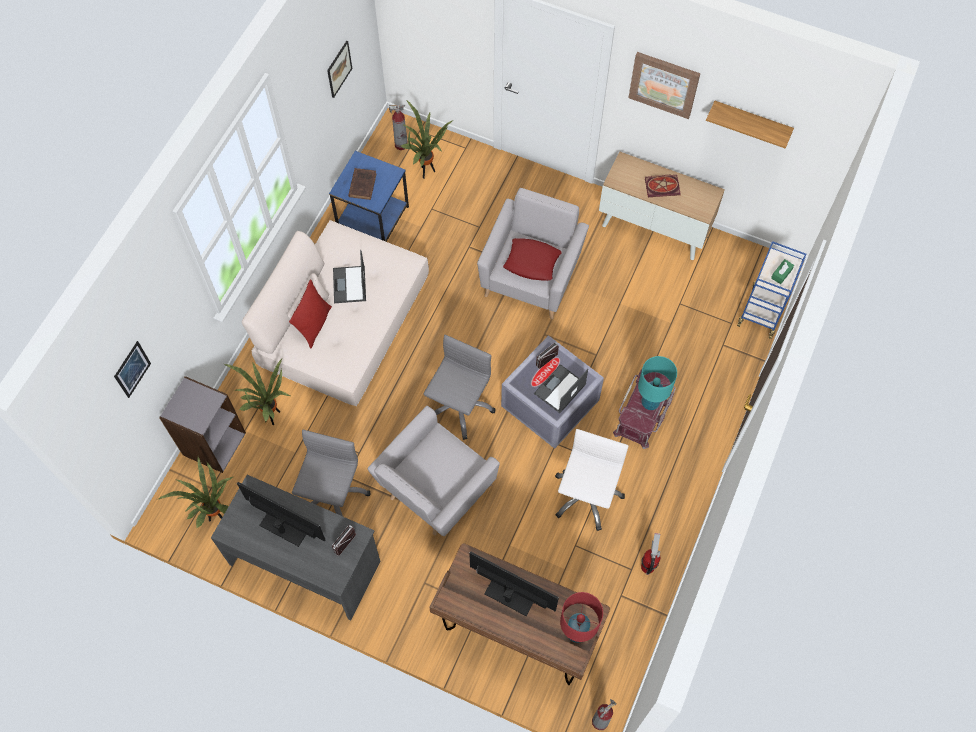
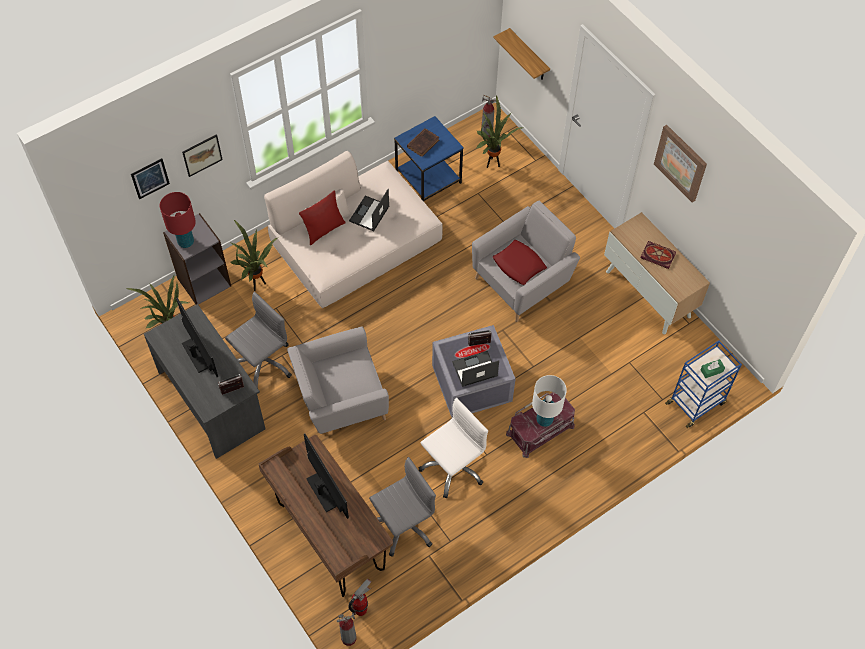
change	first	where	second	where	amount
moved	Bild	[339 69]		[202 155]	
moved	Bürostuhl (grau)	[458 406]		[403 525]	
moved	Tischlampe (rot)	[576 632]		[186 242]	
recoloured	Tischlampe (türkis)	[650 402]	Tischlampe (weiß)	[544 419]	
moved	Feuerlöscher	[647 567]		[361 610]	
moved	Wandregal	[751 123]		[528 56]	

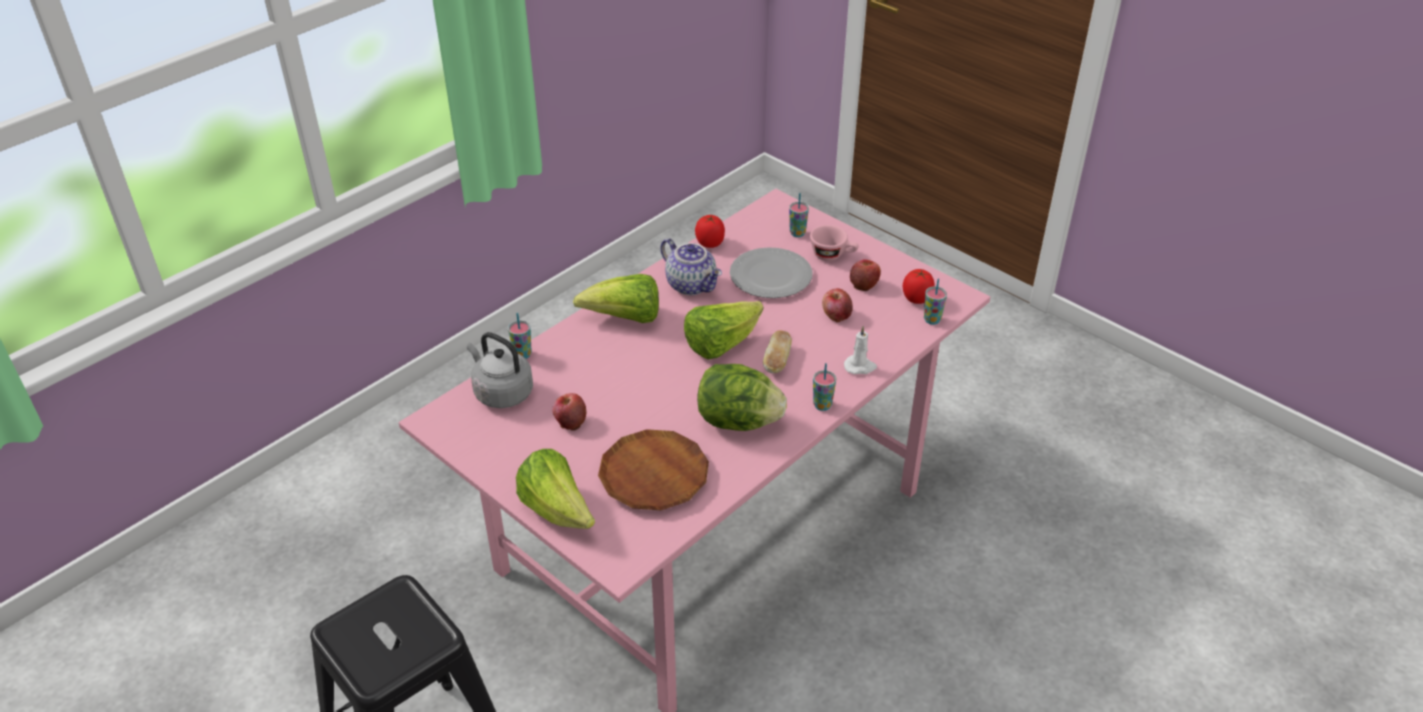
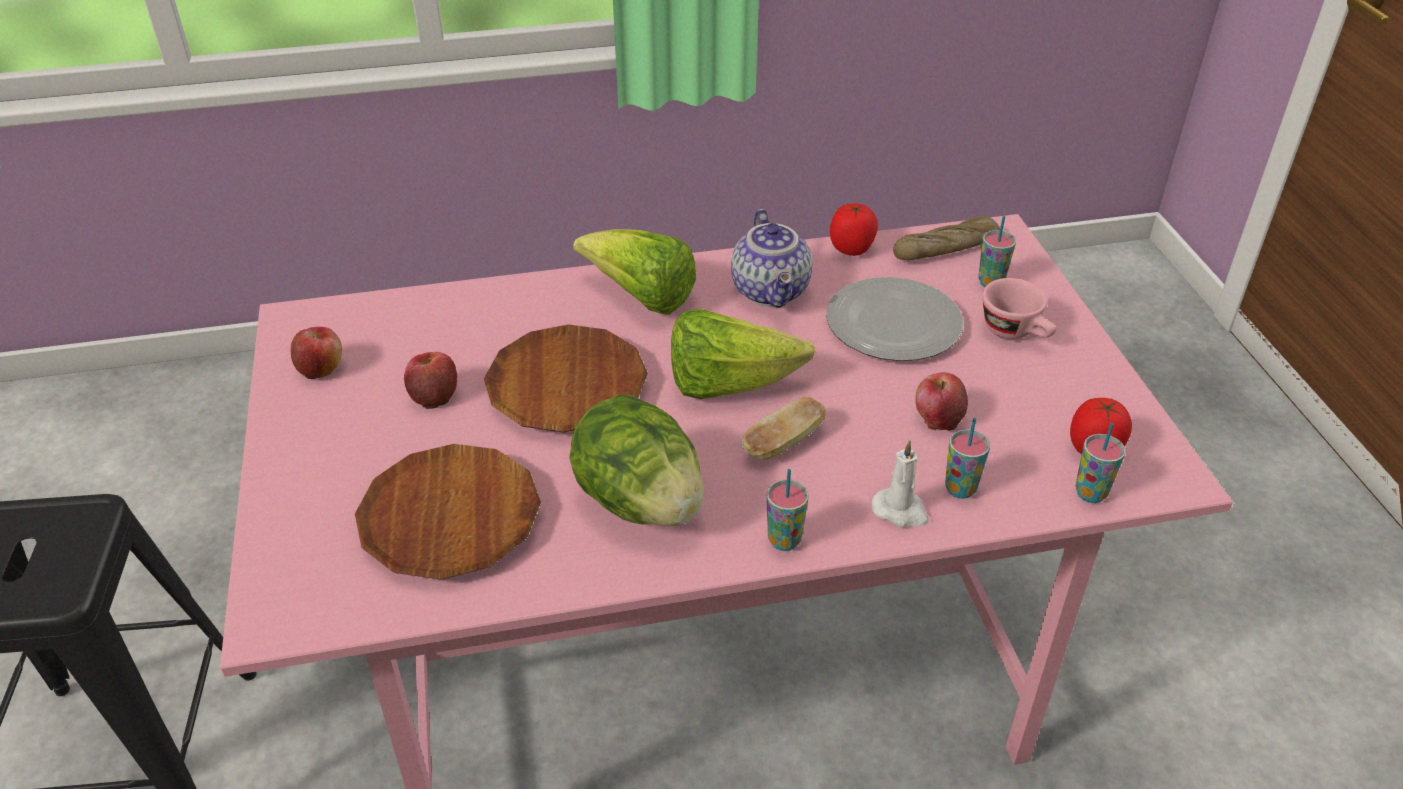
change	first	where	second	where	amount
removed	Wasserkessel (grau)	[501 392]			
moved	Tasse	[522 354]		[960 489]	
removed	Salatkopf	[557 510]			
moved	Apfel	[864 284]		[321 368]	
added			Teller (braun)	[567 387]	
added			Brot	[946 248]	

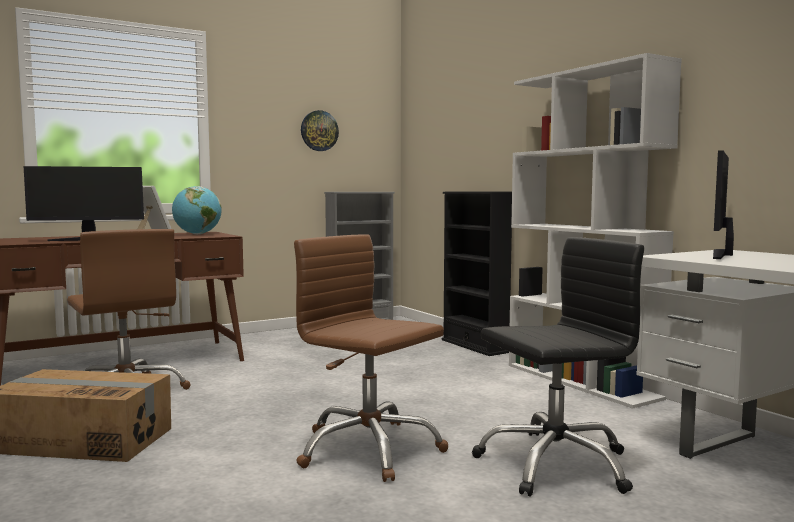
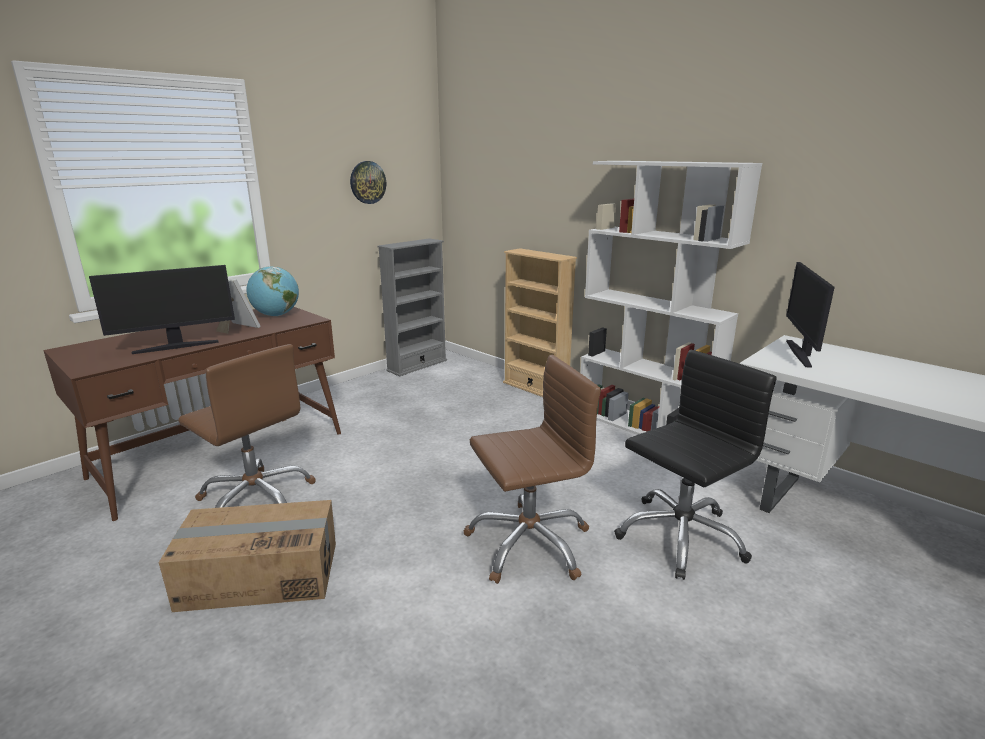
change	first	where	second	where	amount
turned	Bürostuhl (braun)	[368 449]		[528 543]	135 degrees clockwise
recoloured	Bücherregal (schwarz)	[474 346]	Bücherregal (beige)	[535 388]	

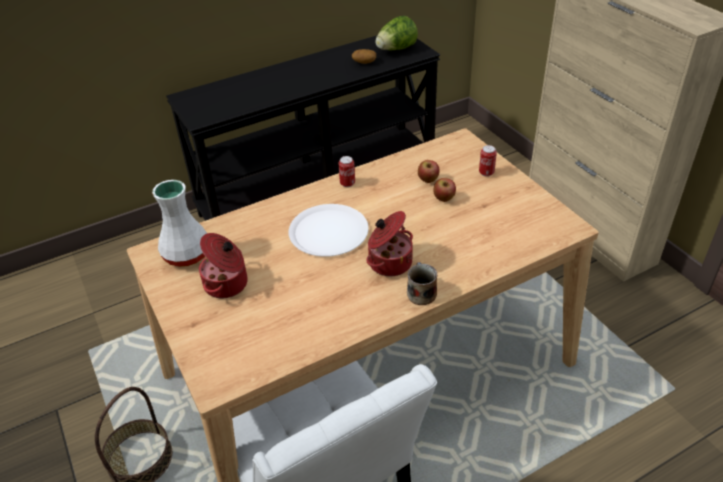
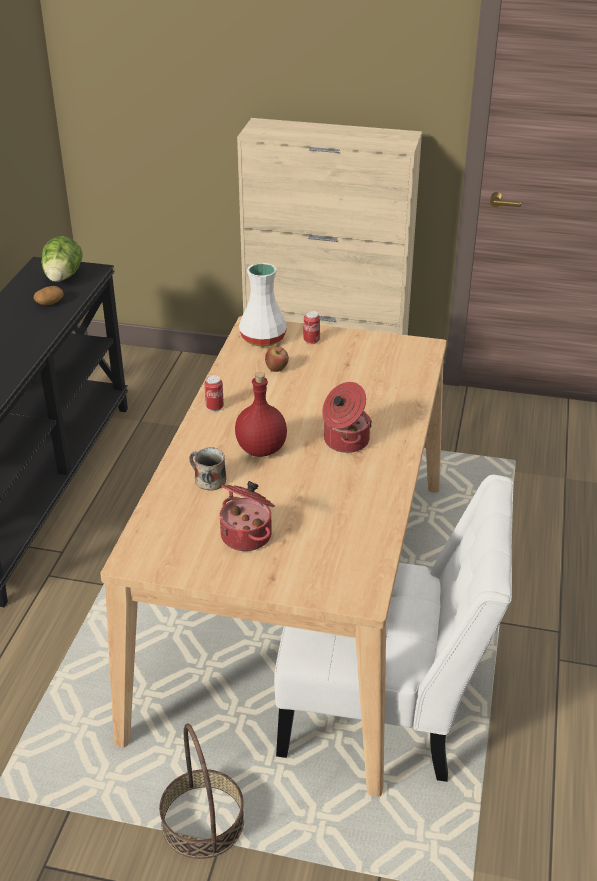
change	first	where	second	where	amount
moved	Vase (weiß)	[186 255]		[263 339]	
replaced	Teller (weiß)	[328 231]	Flasche (rot)	[262 449]	
moved	Henkelbecher	[421 292]		[208 480]	
removed	Apfel	[444 199]			

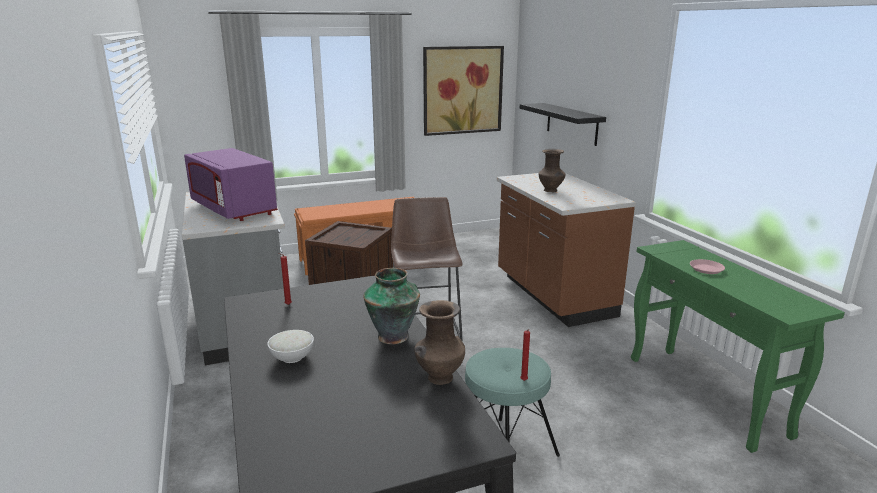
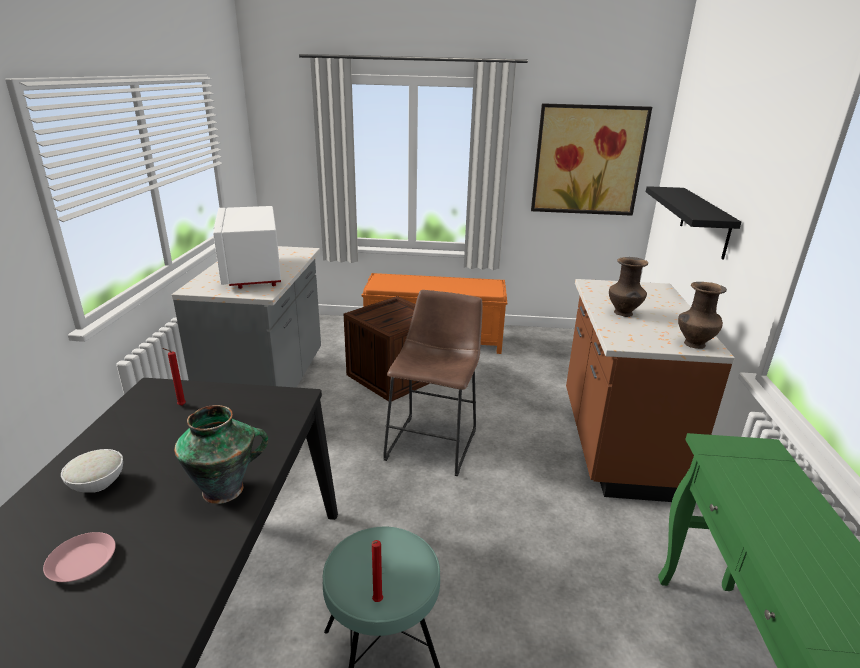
change	first	where	second	where	amount
recoloured	Mikrowelle (lila)	[233 209]	Mikrowelle (weiß)	[252 272]	
moved	Vase (braun)	[439 378]		[693 344]	
moved	Teller (rosa)	[706 269]		[82 562]	

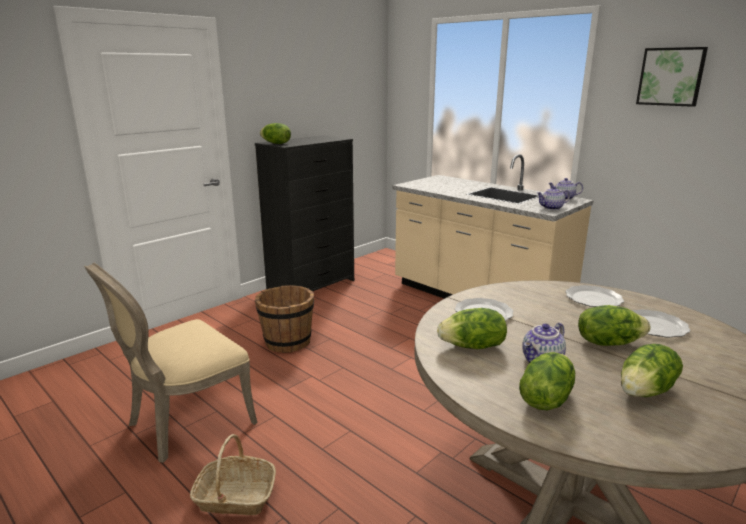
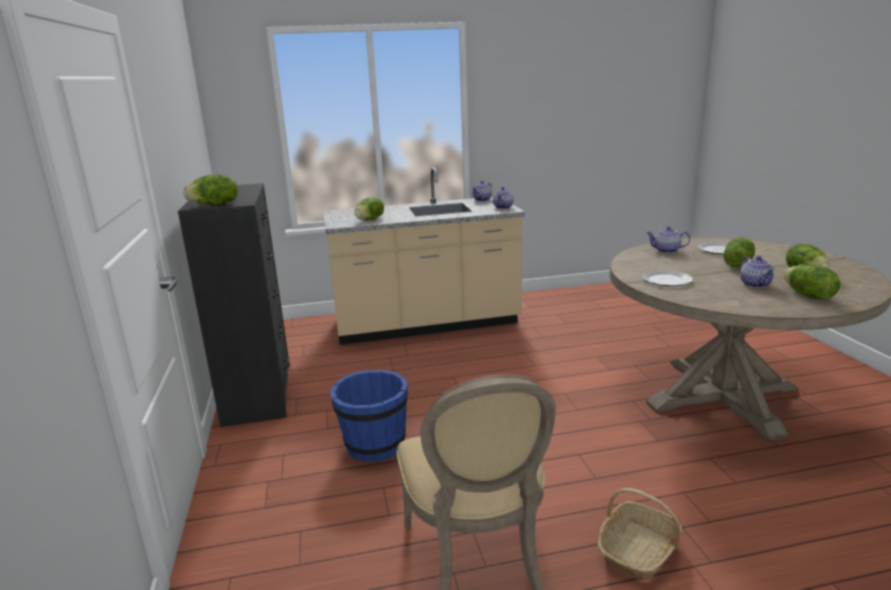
change	first	where	second	where	amount
recoloured	Eimer (braun)	[287 342]	Eimer (blau)	[374 445]	
moved	Salatkopf	[473 347]		[370 220]	
replaced	Teller	[593 299]	Teekanne	[666 251]	
removed	Bild	[671 76]			

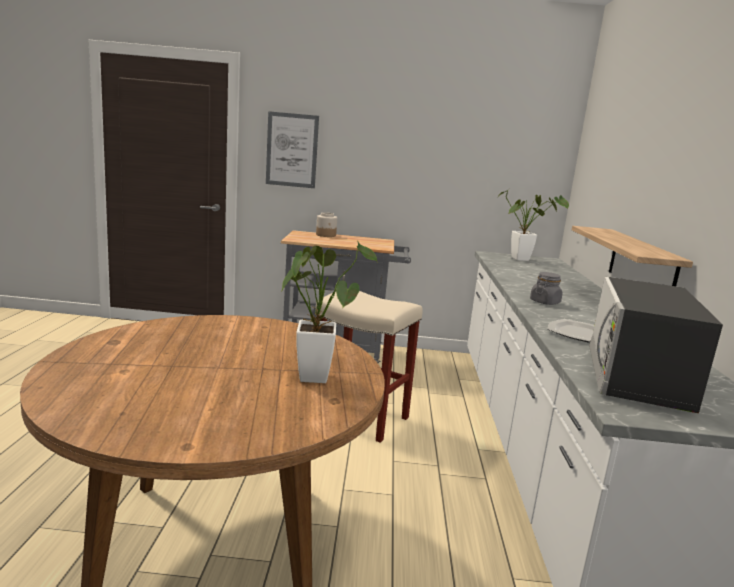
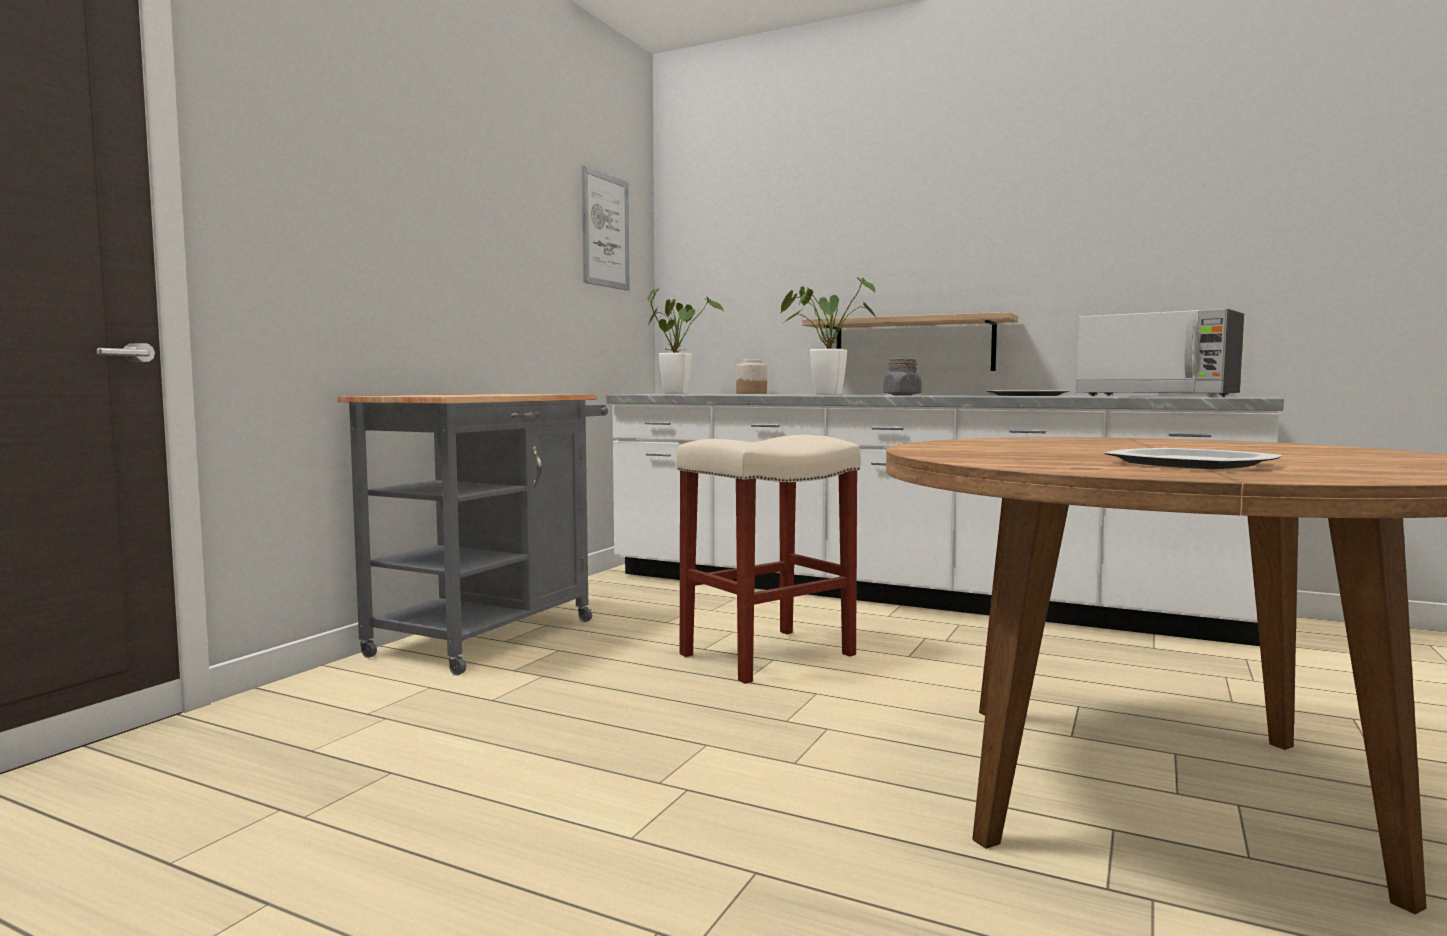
change	first	where	second	where	amount
moved	Bild	[292 150]		[605 231]	
moved	Topfpflanze	[314 374]		[821 394]	
moved	Vorratsglas	[326 235]		[751 393]	
added			Teller	[1193 463]	

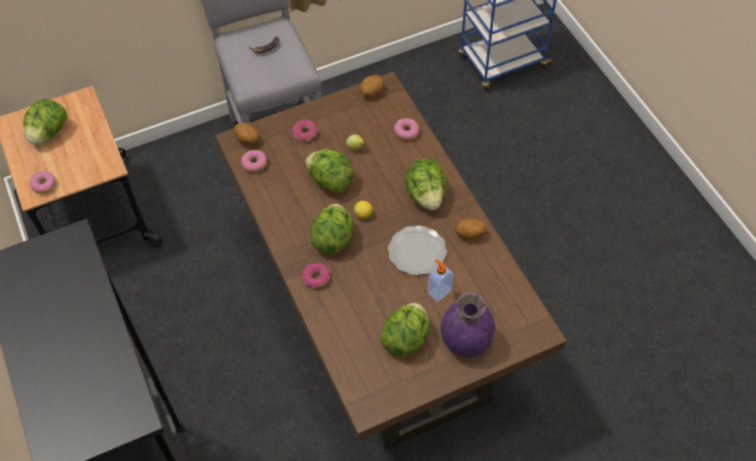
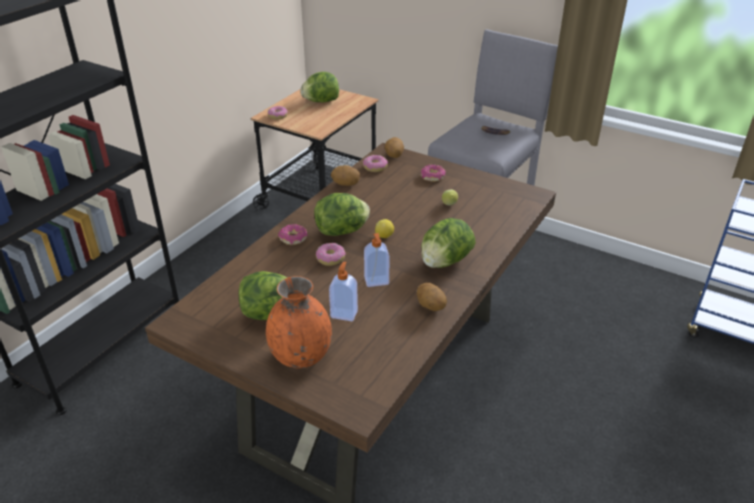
change	first	where	second	where	amount
removed	Salatkopf	[330 181]			
moved	Kartoffel	[371 92]		[345 184]	
replaced	Teller	[416 251]	Seifenspender	[376 281]	
moved	Donut	[406 132]		[330 258]	
recoloured	Vase (lila)	[466 341]	Vase (orange)	[300 356]	

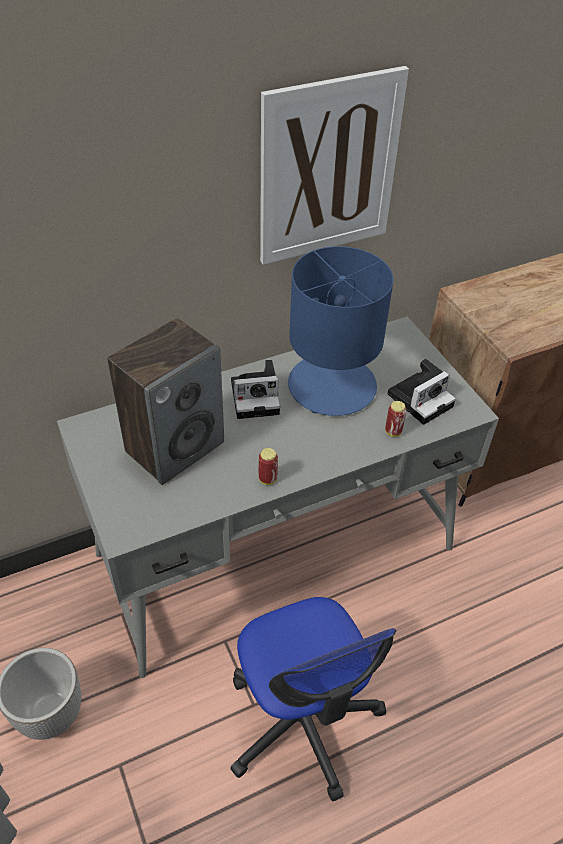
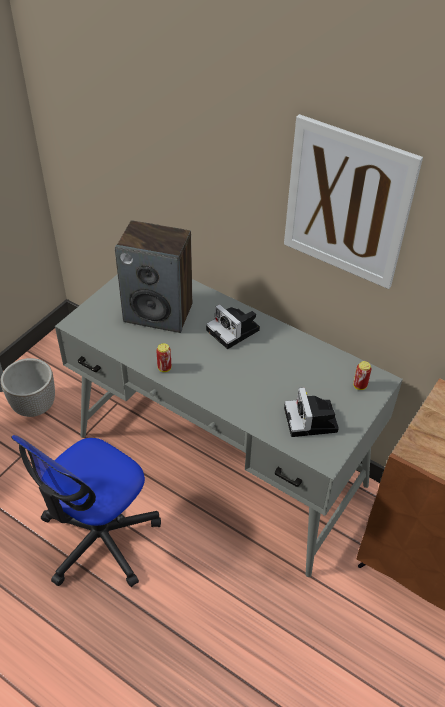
change	first	where	second	where	amount
removed	Tischlampe (blau)	[331 385]			
moved	Dose	[393 431]		[359 385]	
turned	Kamera	[421 398]		[311 421]	60 degrees clockwise

